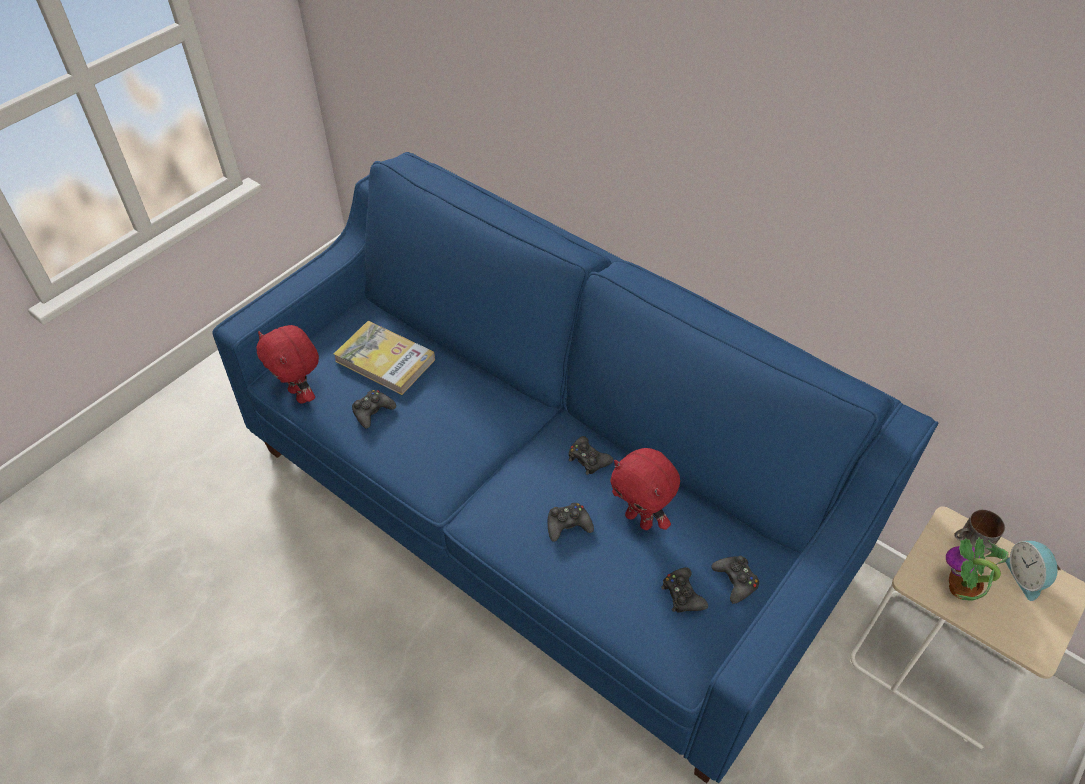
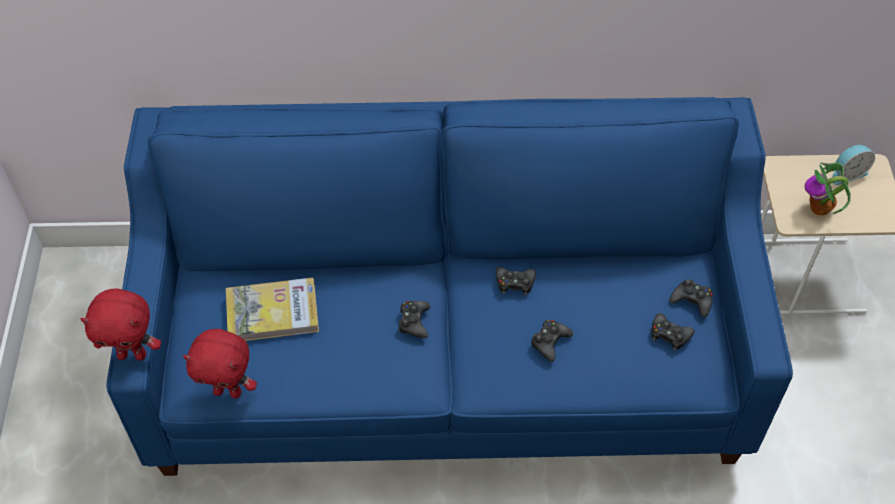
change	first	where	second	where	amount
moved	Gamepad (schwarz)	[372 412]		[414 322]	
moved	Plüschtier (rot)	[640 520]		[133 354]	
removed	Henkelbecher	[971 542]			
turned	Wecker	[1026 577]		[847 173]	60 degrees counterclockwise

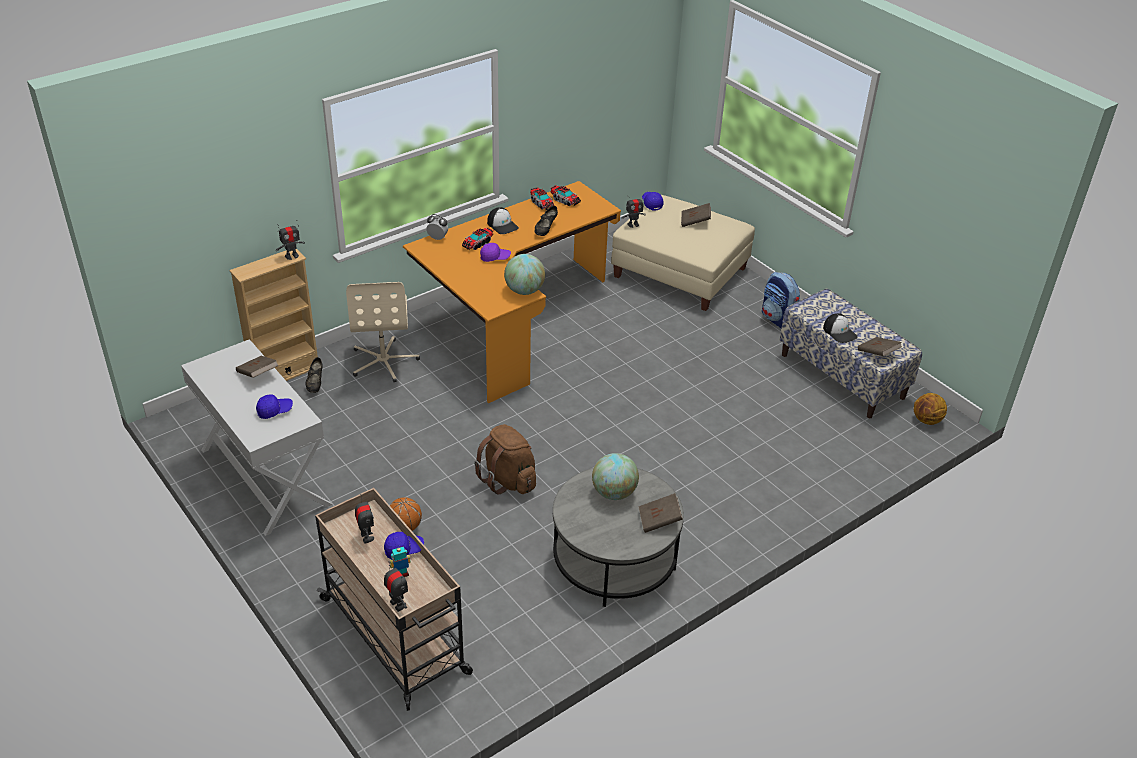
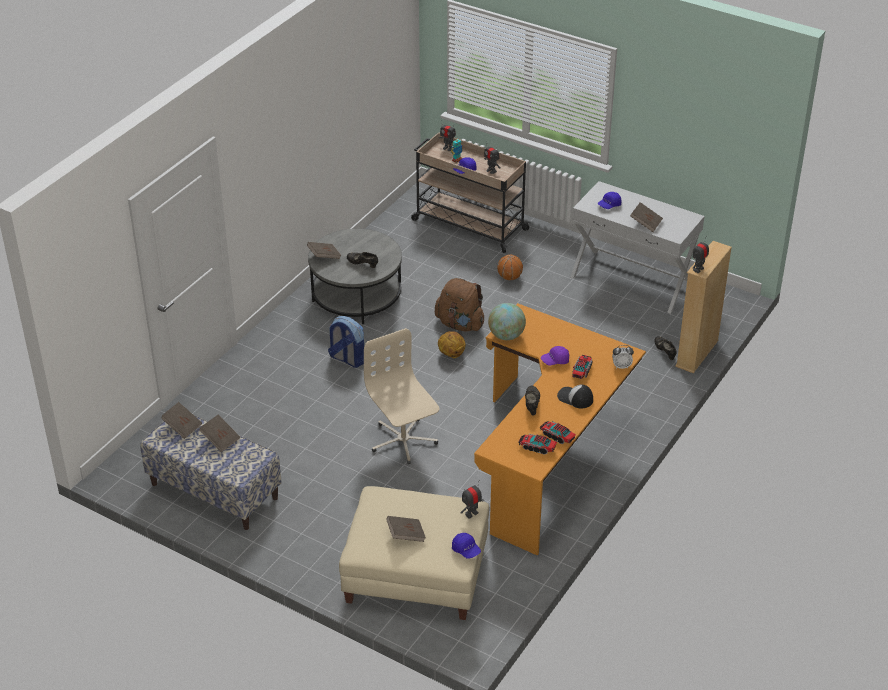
change	first	where	second	where	amount
moved	Bürostuhl (beige)	[384 361]		[403 441]	
replaced	Globus	[614 493]	Schuh (schwarz)	[362 264]	
moved	Rucksack	[778 319]		[347 359]	
replaced	Kappe	[840 332]	Buch (braun)	[220 439]	
moved	Basketball	[926 420]		[451 354]	

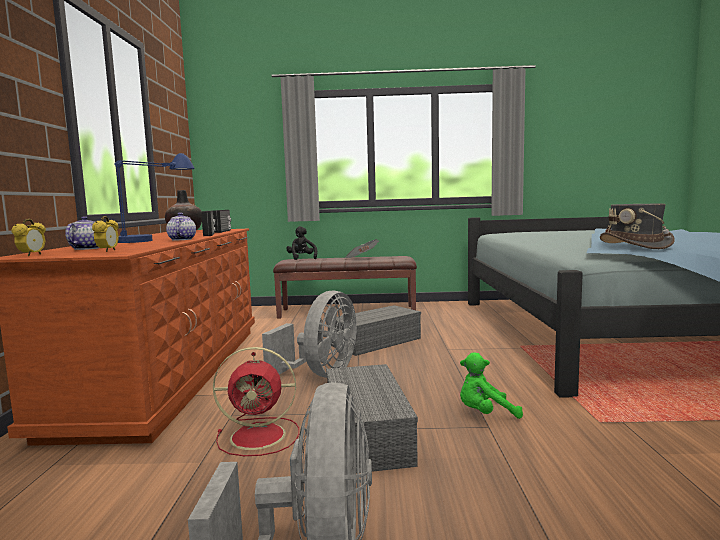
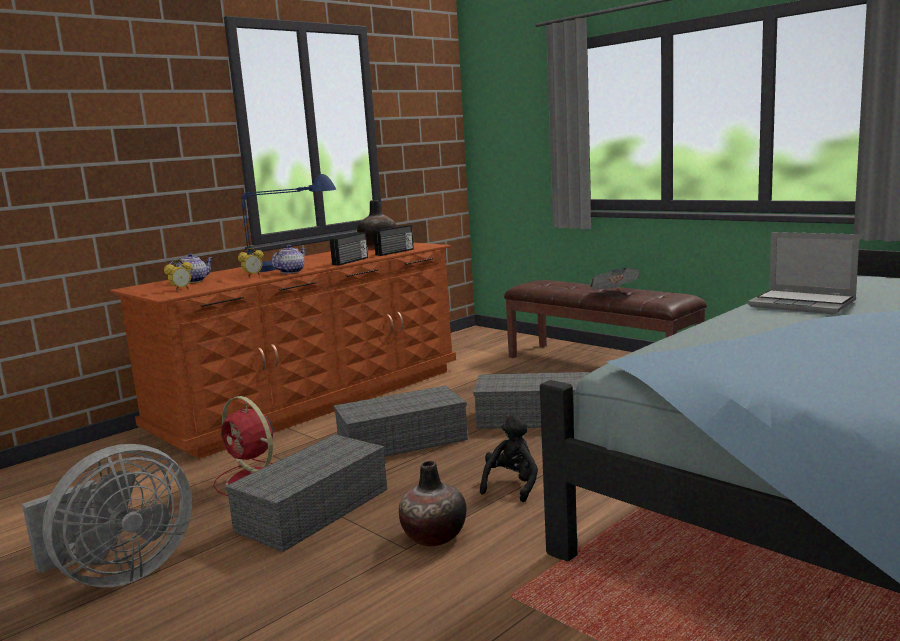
change	first	where	second	where	amount
moved	Wecker	[32 255]		[253 275]	
replaced	Ventilator (grau)	[321 374]	Aufbewahrungsbox (grau)	[403 440]	
moved	Plüschtier (schwarz)	[302 258]		[512 485]	
replaced	Plüschtier (grün)	[485 414]	Vase	[434 536]	
removed	Hut (grau)	[635 246]			
added			Laptop	[803 304]	

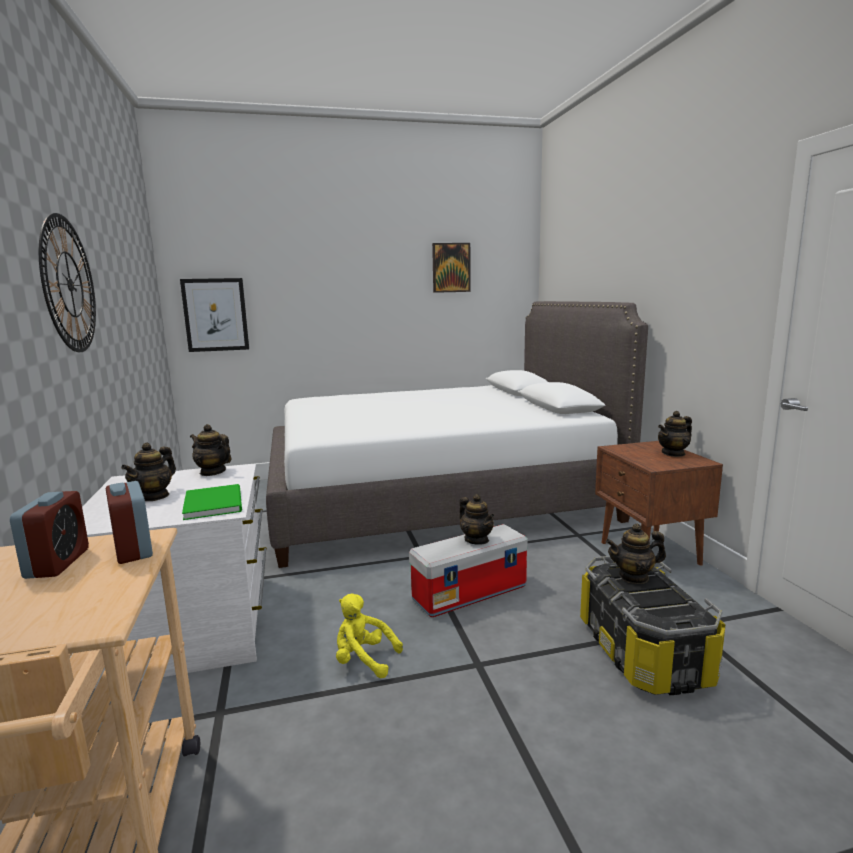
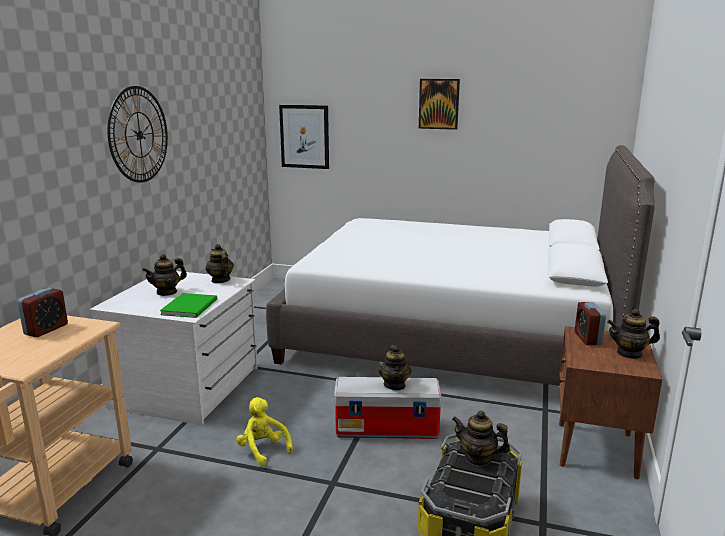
change	first	where	second	where	amount
moved	Wecker	[133 550]		[587 338]	
moved	Bild	[451 267]		[439 104]	

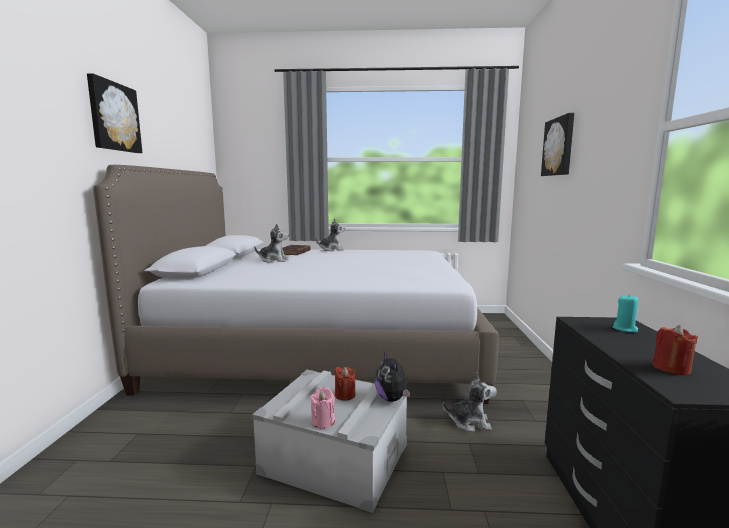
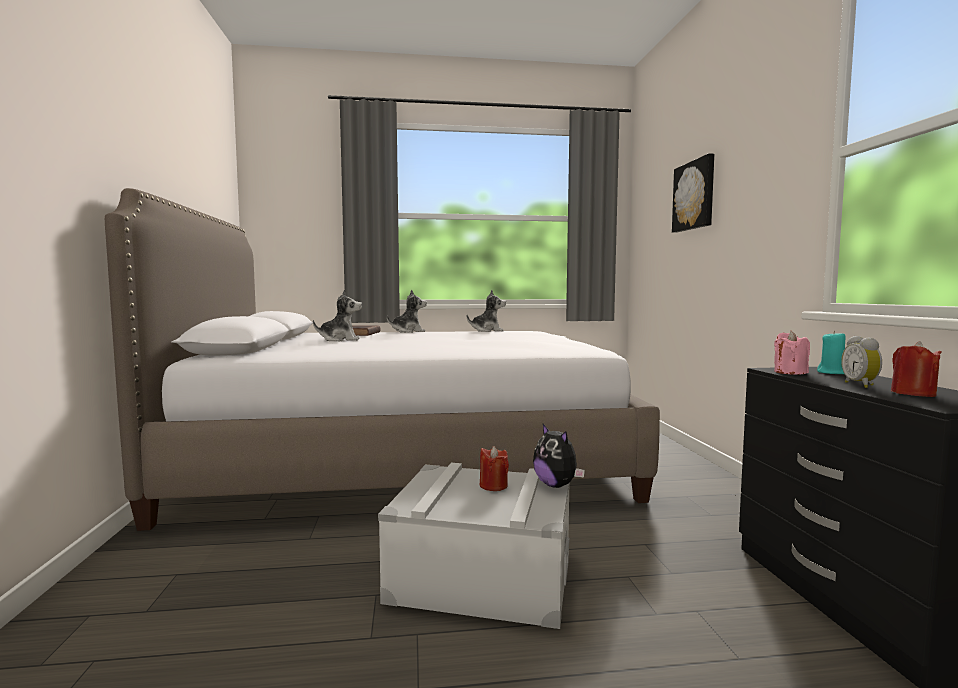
change	first	where	second	where	amount
removed	Bild	[113 117]			
moved	Kerze (rosa)	[323 422]		[790 372]	
moved	Plüschtier	[469 422]		[487 331]	
added			Wecker	[862 385]	

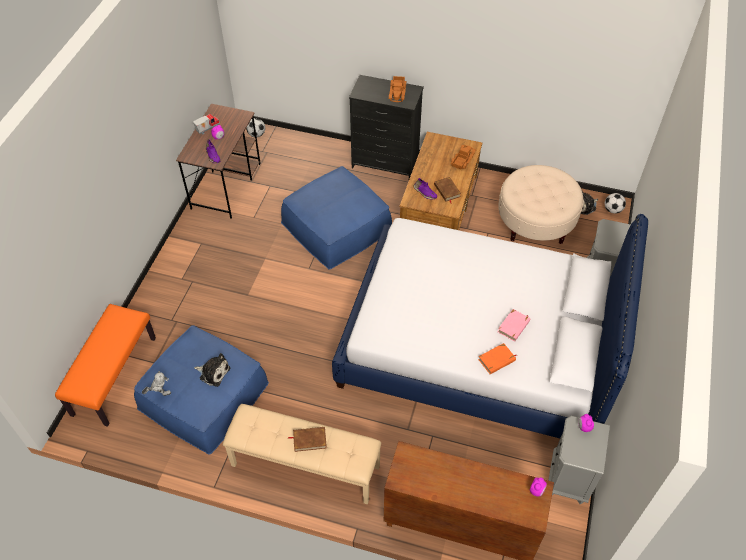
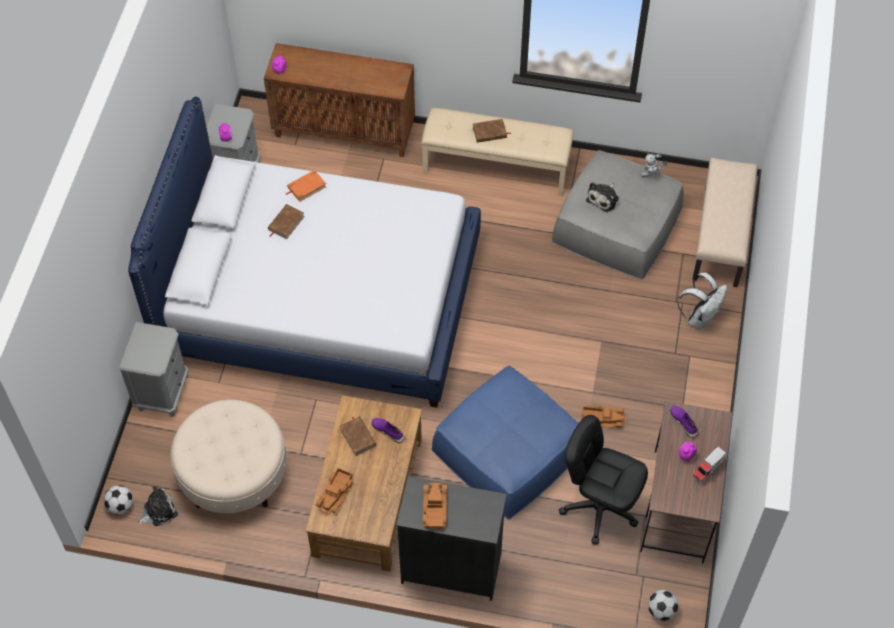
change	first	where	second	where	amount
recoloured	Bank (orange)	[114 375]	Bank (beige)	[721 237]	
recoloured	Polsterhocker (blau)	[203 395]	Polsterhocker (grau)	[617 224]	
turned	Plüschtier	[213 372]		[604 198]	75 degrees counterclockwise
recoloured	Buch (rosa)	[513 326]	Buch (braun)	[286 223]	
added			Bürostuhl (schwarz)	[599 507]	
added			Spielzeuglaster	[602 418]	
added			Rucksack (weiß)	[700 317]	

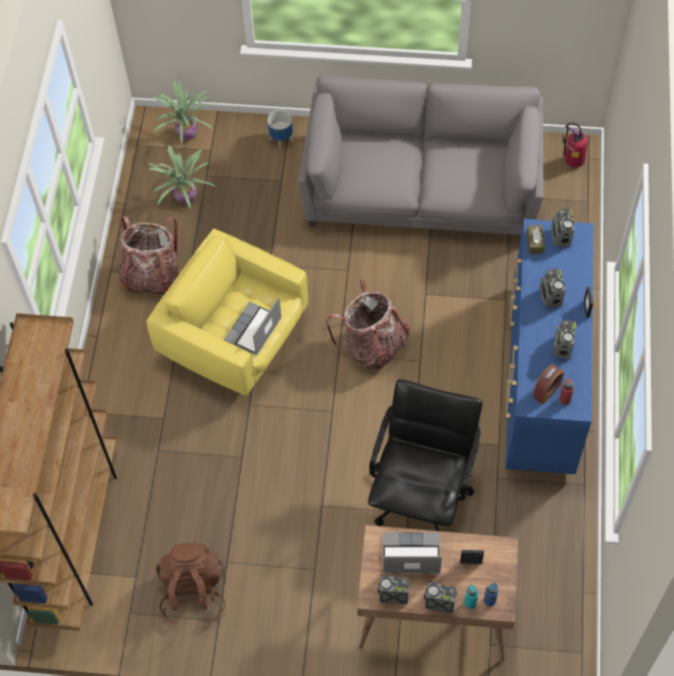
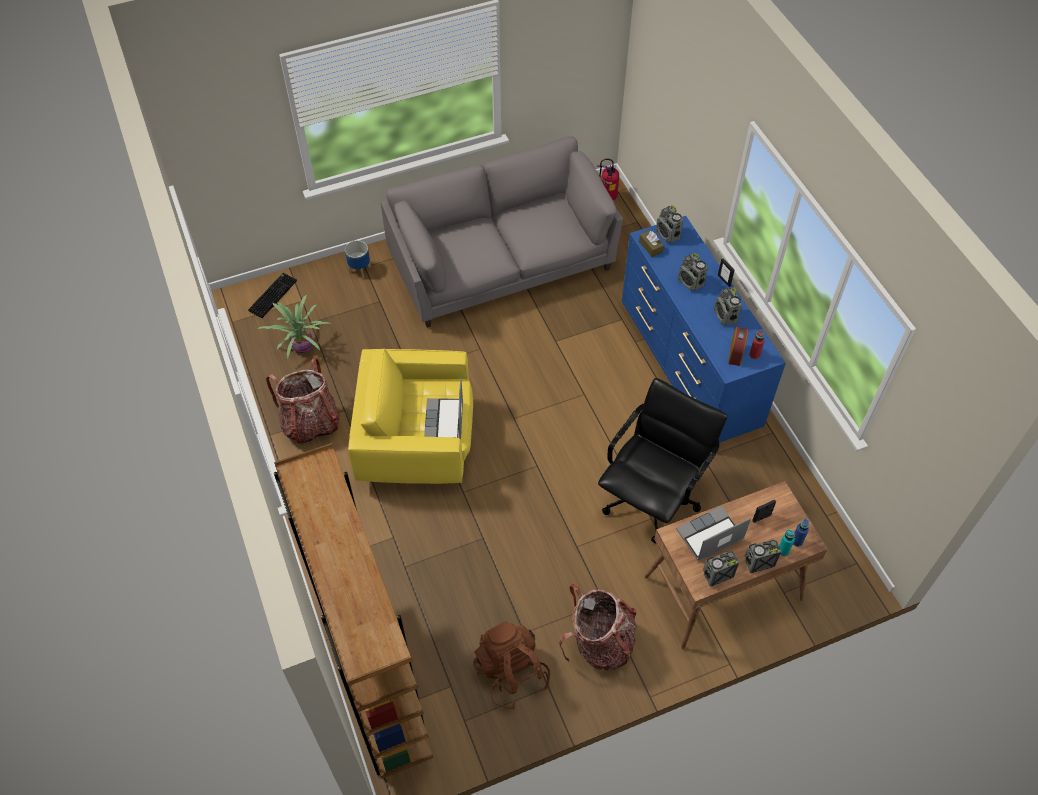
change	first	where	second	where	amount
replaced	Topfpflanze	[187 133]	Tastatur	[272 295]	
moved	Rucksack	[372 346]		[600 643]	
turned	Bürostuhl (schwarz)	[421 493]		[651 498]	45 degrees clockwise

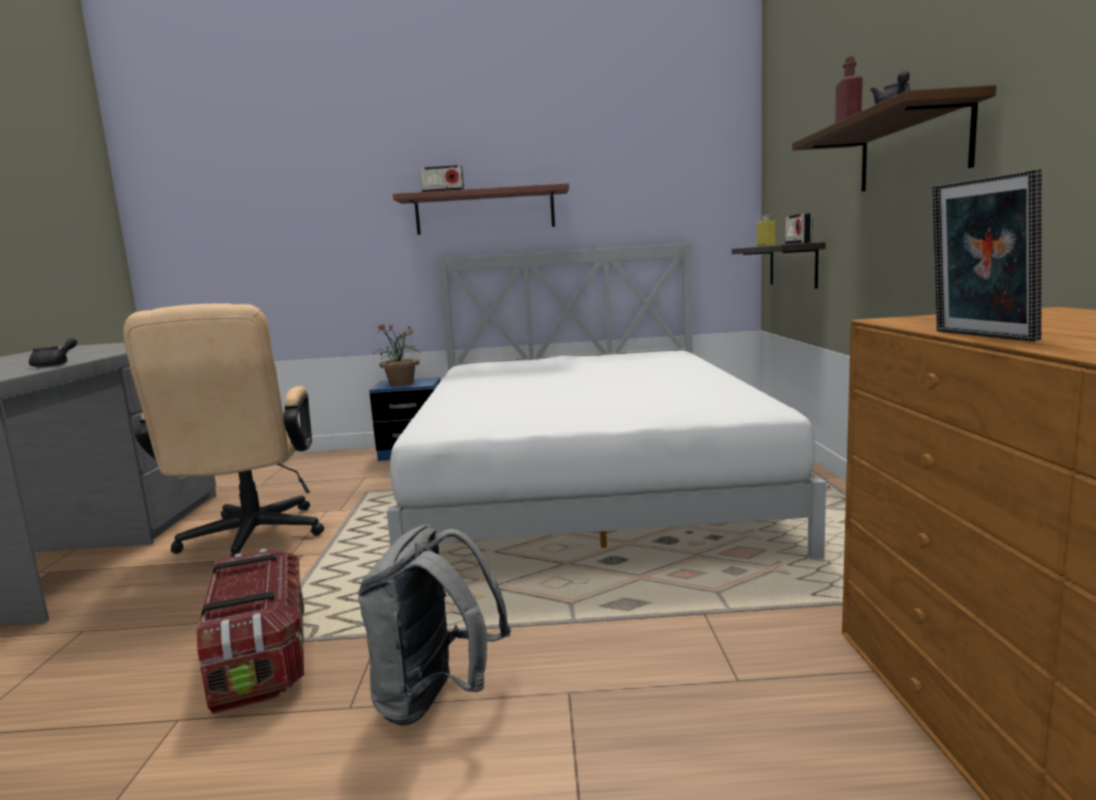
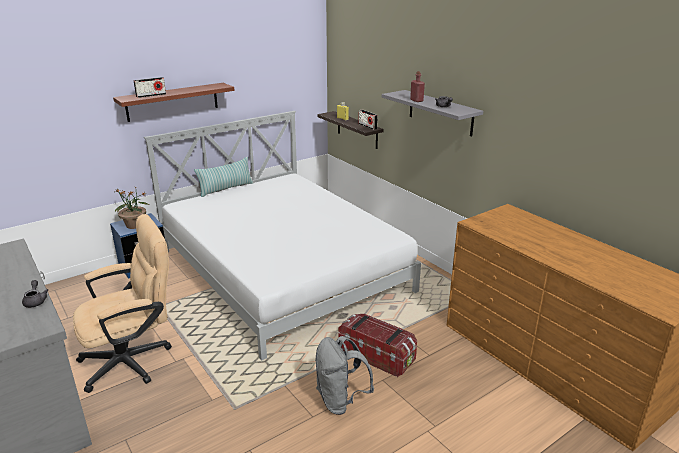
change	first	where	second	where	amount
turned	Bürostuhl (beige)	[250 541]		[134 360]	75 degrees counterclockwise
moved	Aufbewahrungsbox	[261 657]		[377 355]	
recoloured	Wandregal (braun)	[912 149]	Wandregal (grau)	[440 112]	
removed	Bilderrahmen	[978 336]			
added			Kissen	[226 188]	

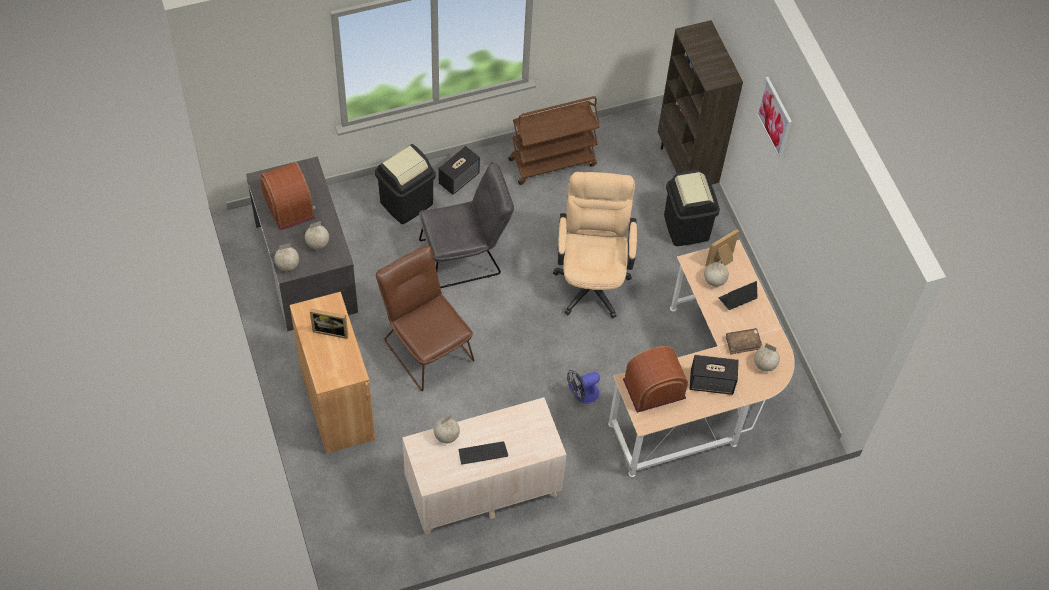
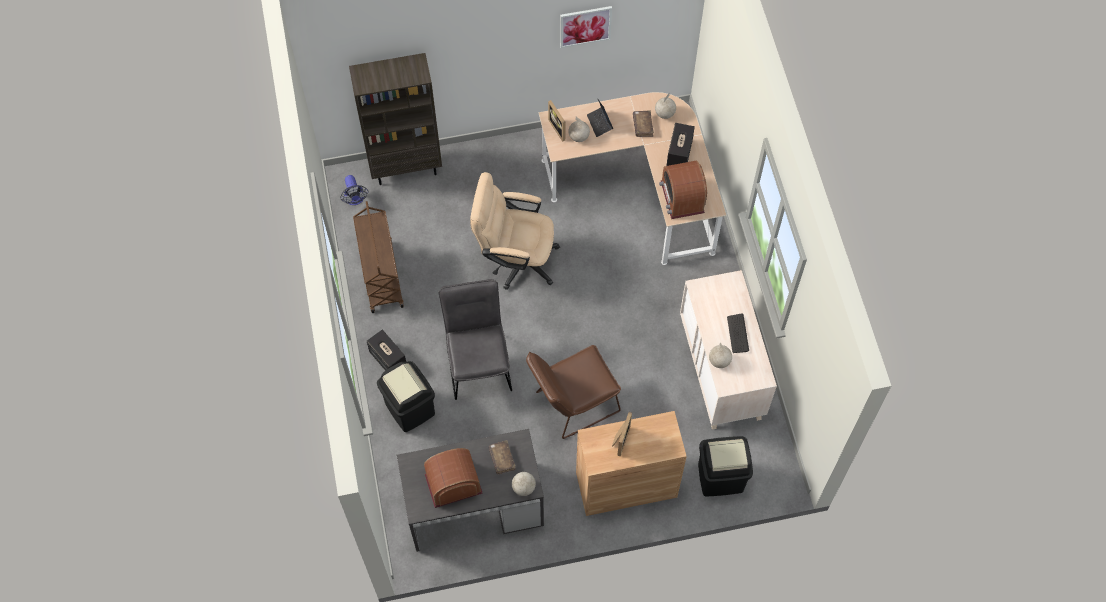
change	first	where	second	where	amount
replaced	Globus	[318 243]	Buch (braun)	[502 459]	
moved	Ventilator	[582 394]		[355 199]	
moved	Mülleimer (schwarz)	[685 227]		[720 478]	
moved	Bild	[775 117]		[585 26]	

